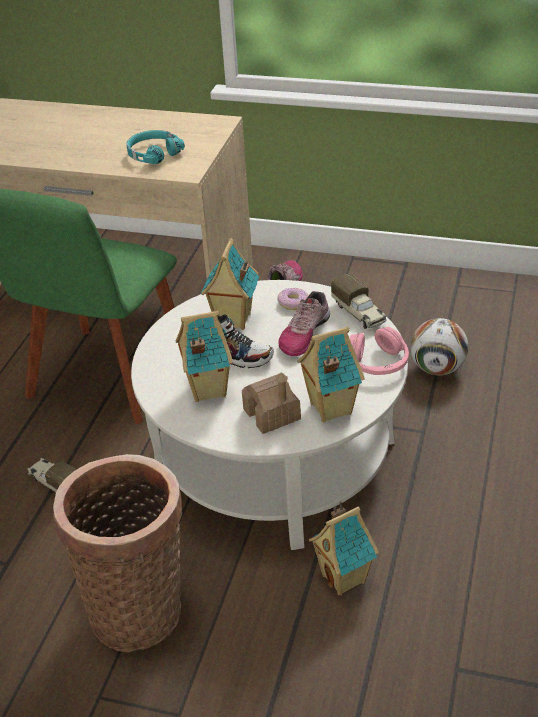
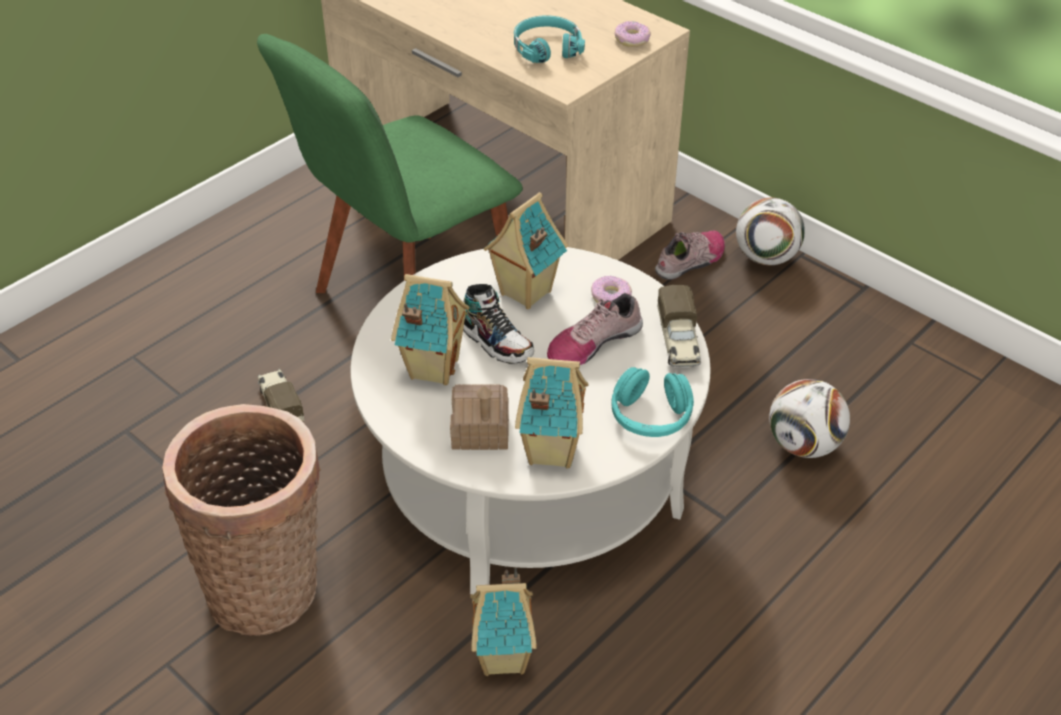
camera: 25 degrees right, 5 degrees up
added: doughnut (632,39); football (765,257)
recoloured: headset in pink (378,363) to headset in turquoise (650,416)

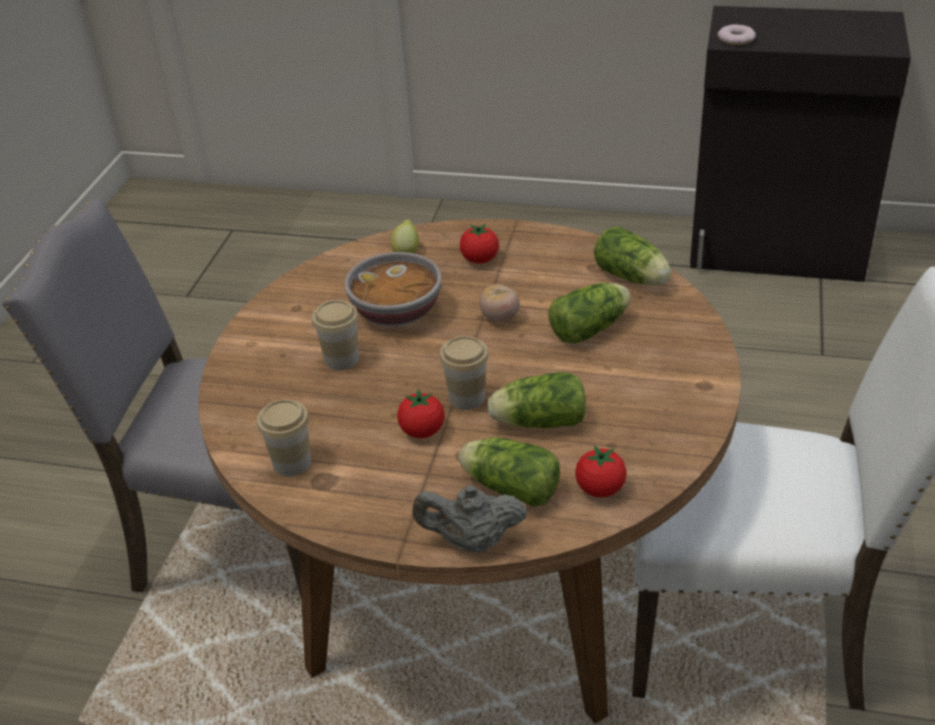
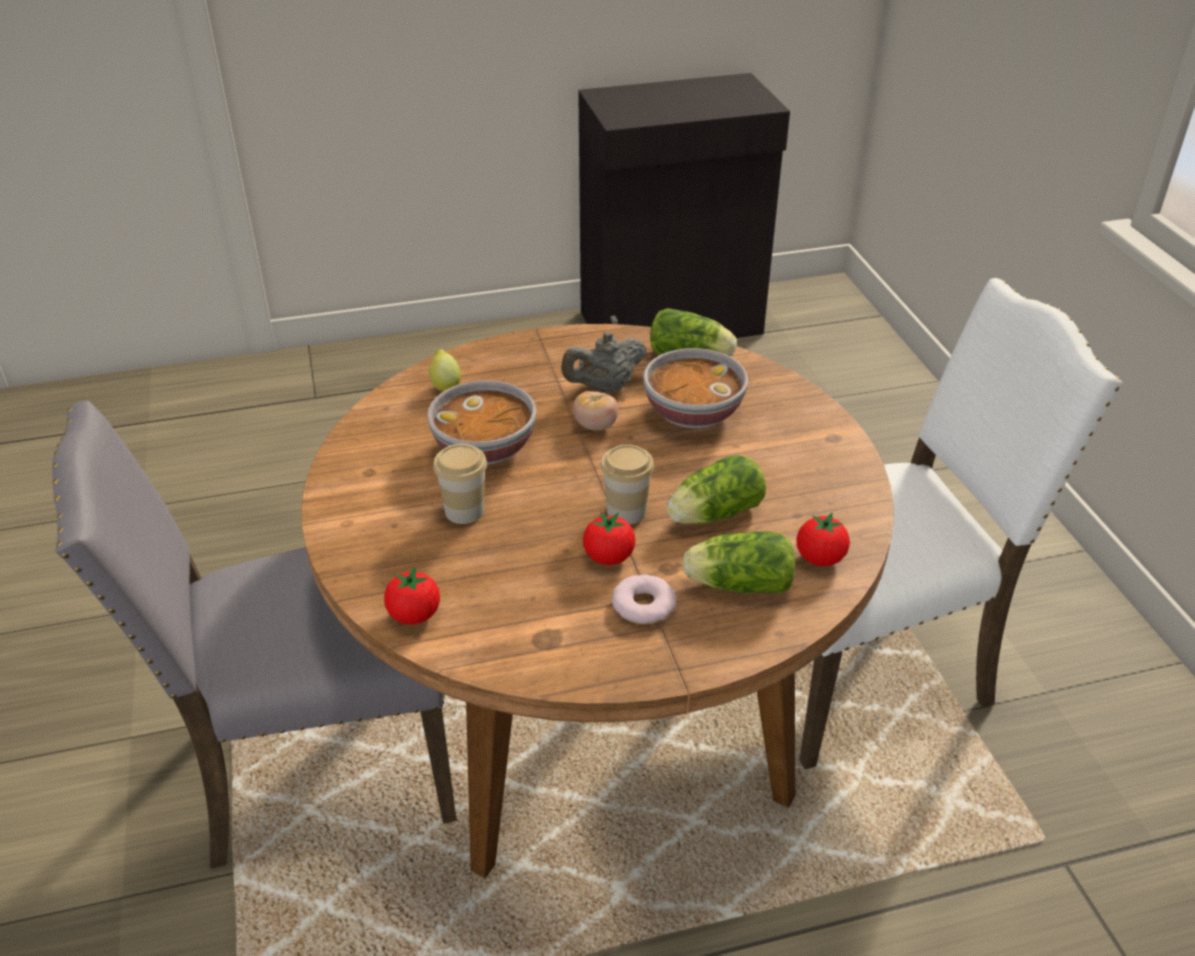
camera: 30 degrees left, 0 degrees up
removed: small cup (292,463)
moved: tea pot in greyish (471,541) to (604,387); tomato (480,259) to (414,615); doughnut (736,39) to (643,605)
replaced: lettuce head (592,328) to serving bowl (692,413)

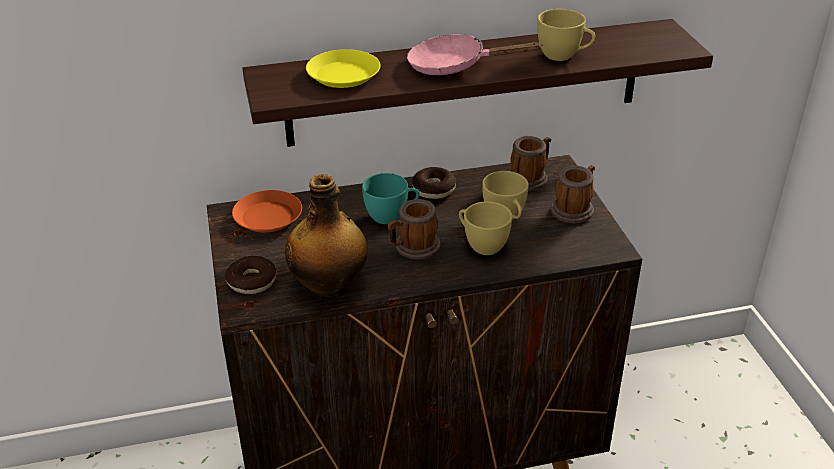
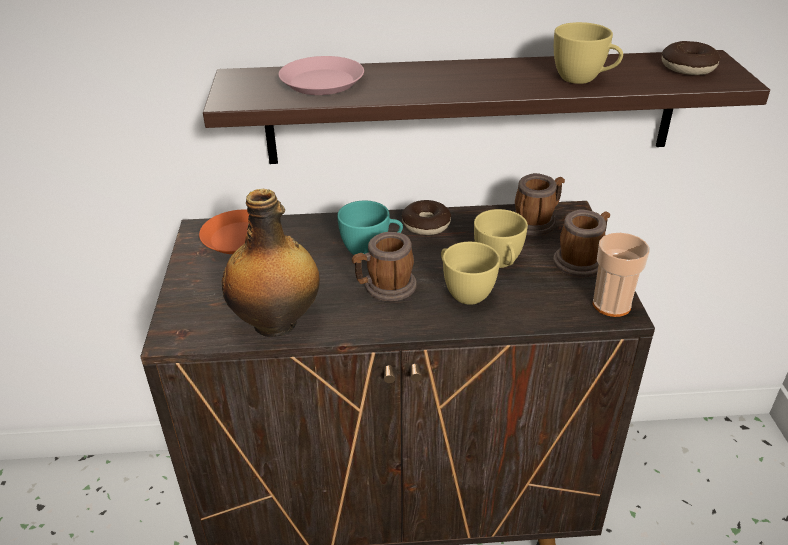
camera: 10 degrees right, 0 degrees up
removed: frying pan in pink (454,66)
added: small cup (611,305)
moved: doughnut (252,281) to (687,67)
recoloured: plate in yellow (343,74) to plate in pink (322,82)

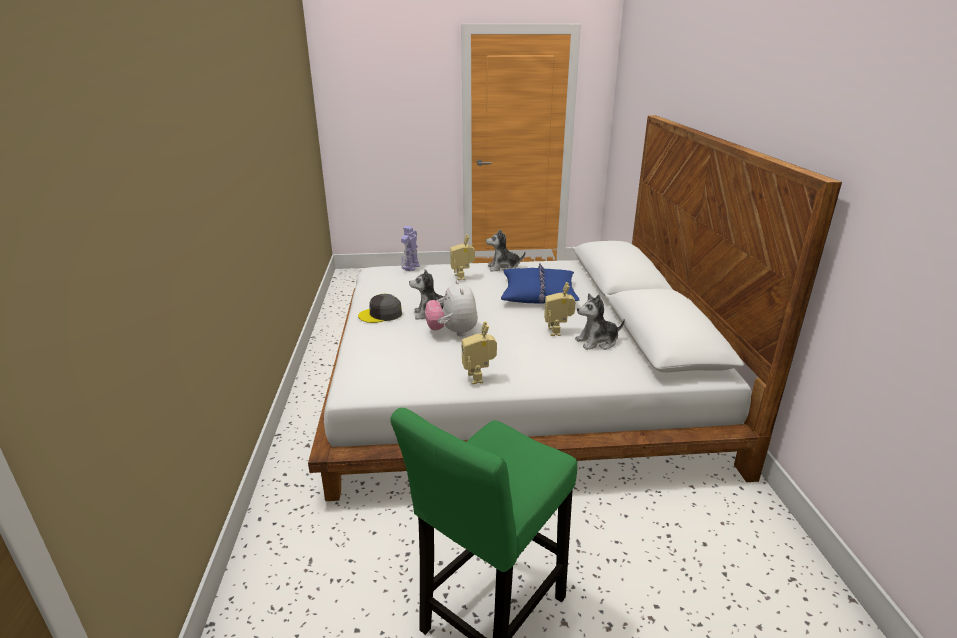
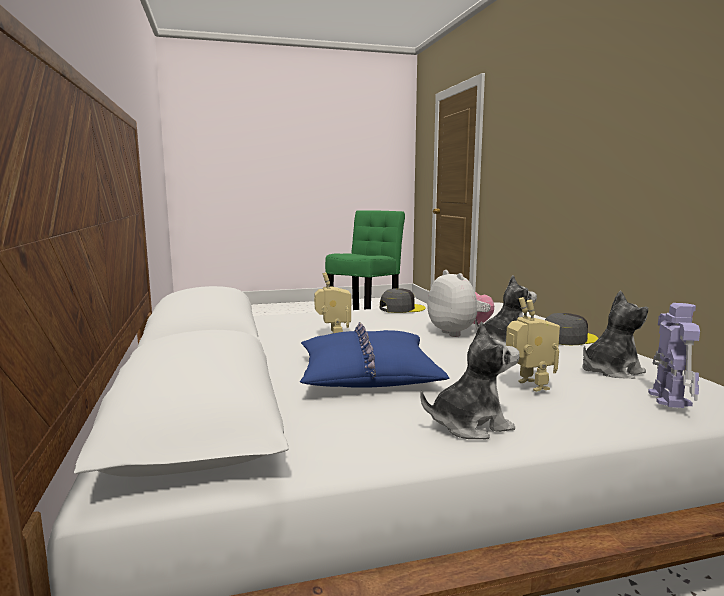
camera: 170 degrees right, 15 degrees down
moved: soft toy (597,342) to (610,372)
replaced: toy robot (479,378) to cap in greyish (401,308)

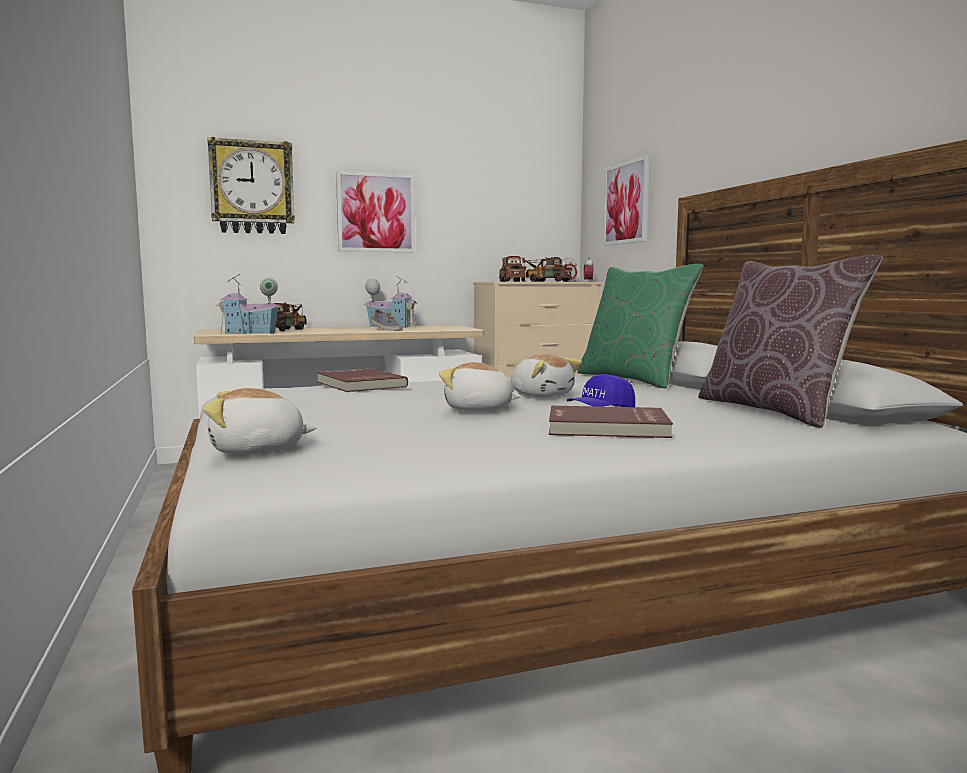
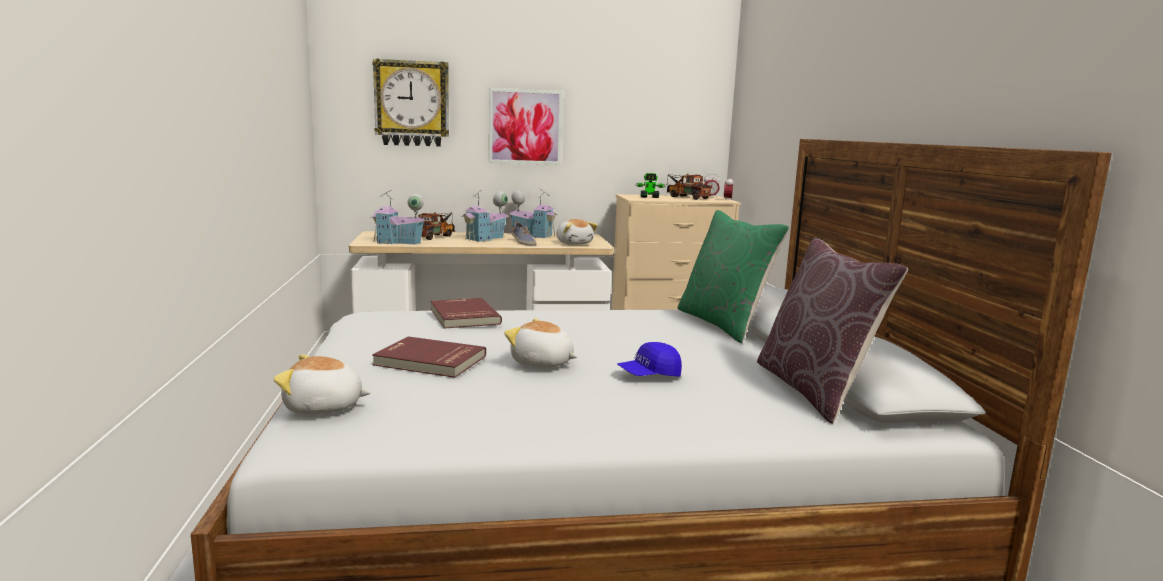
camera: 10 degrees right, 5 degrees up
removed: wall picture (626,203)
added: model house (486,238)
moved: soft toy (542,395) to (574,243); book in red (607,428) to (429,361)
replaced: toy truck (511,281) to toy robot (649,197)

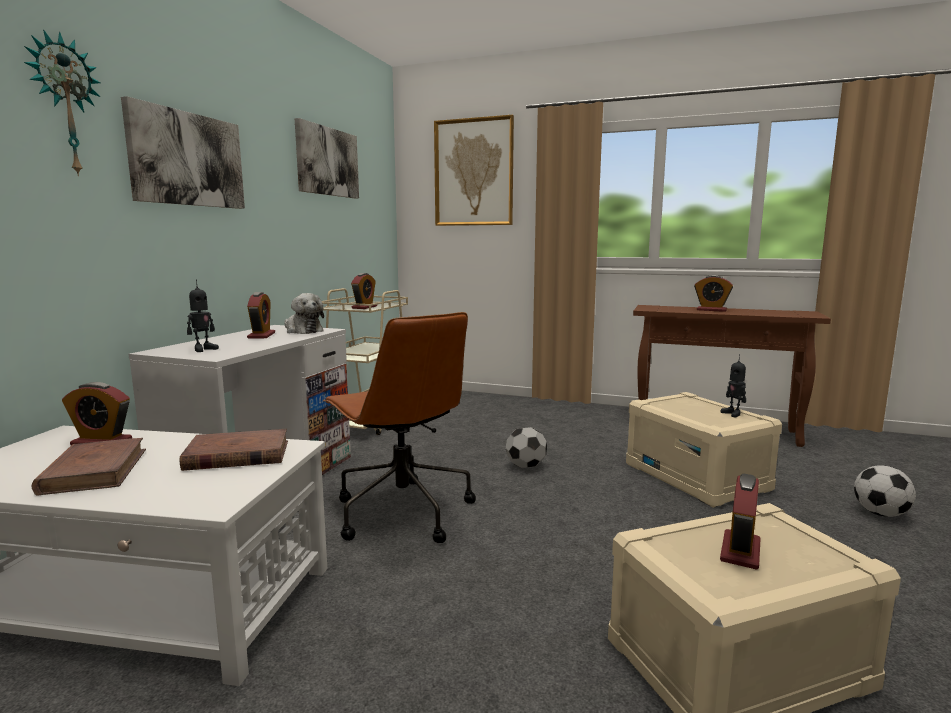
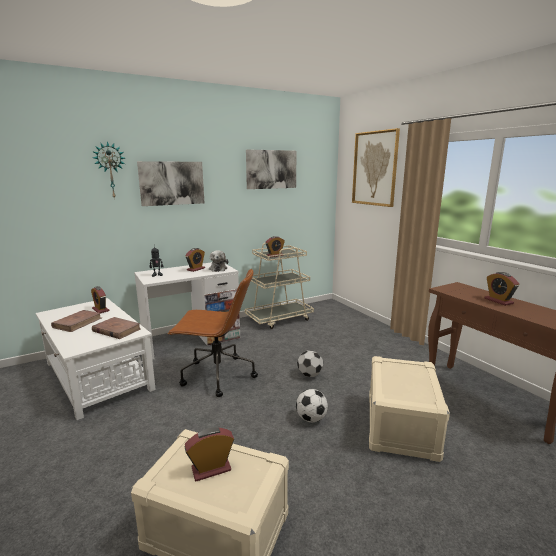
camera: 40 degrees right, 5 degrees up
removed: toy robot (733,414)
moved: football (880,513) to (311,418)
turned: desk chair in brown-coloured (401,511) = (216,375) 90 degrees counterclockwise

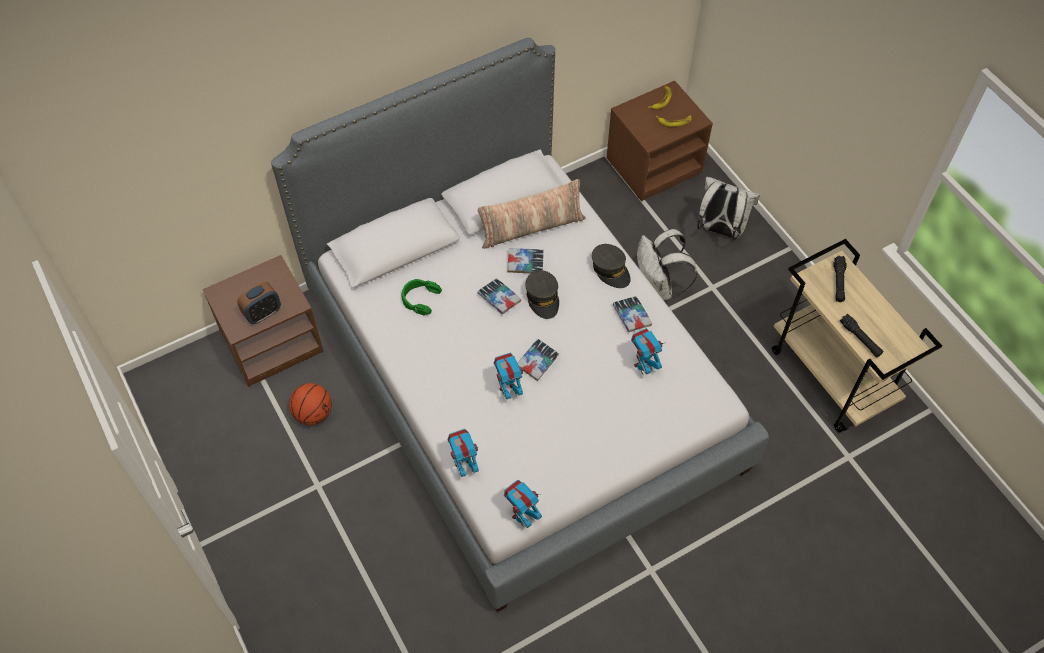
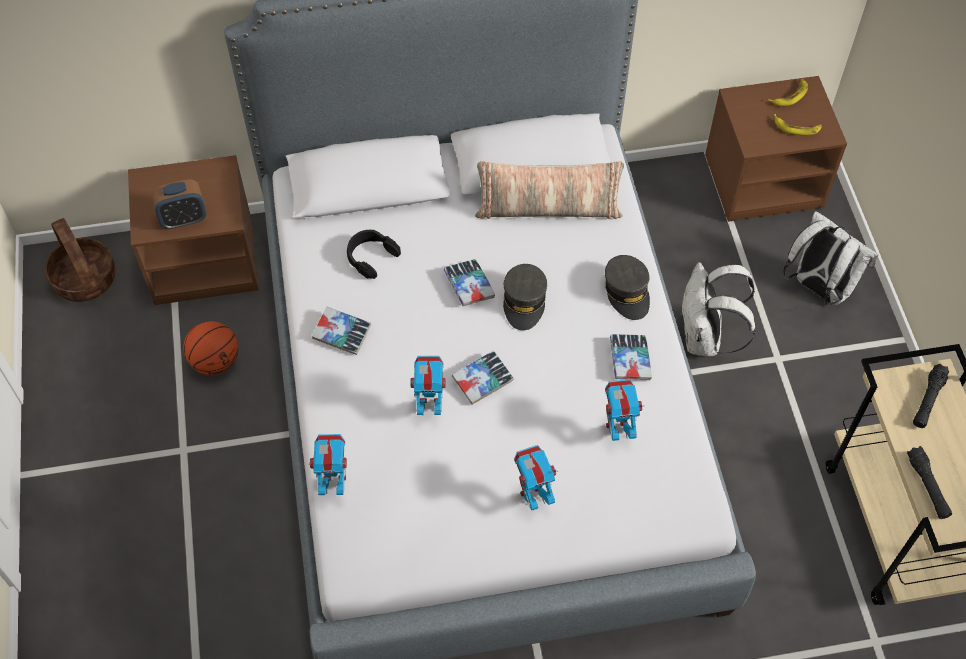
camera: 20 degrees right, 0 degrees up
added: household basket (85,279)
moved: toy robot (522,517) to (533,496); book (525,263) to (342,333)
recoloured: headset in greenish (420,299) to headset in blackish (371,257)

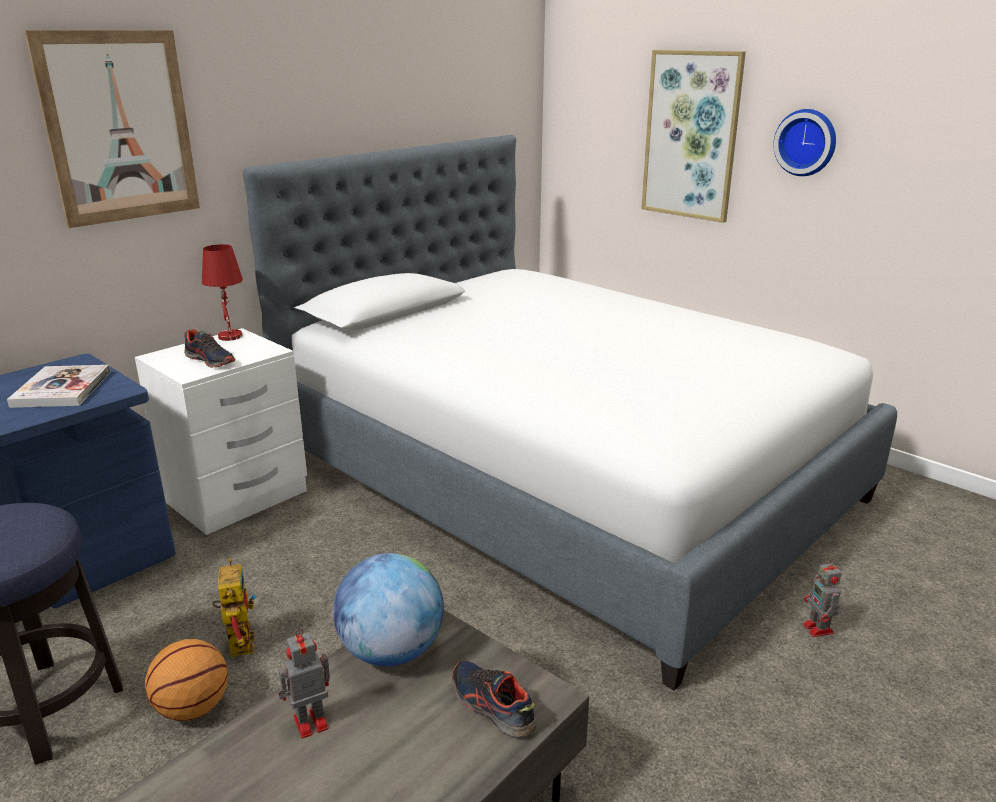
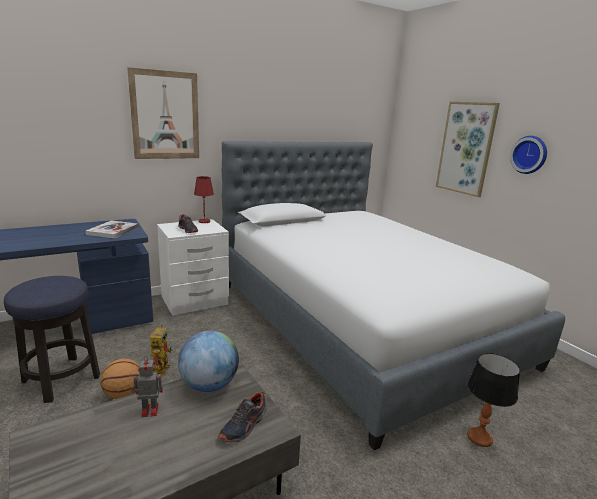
camera: 15 degrees right, 5 degrees down
replaced: toy robot (819,630) to table lamp (480,438)
turned: shoe (491,706) = (244,426) 120 degrees counterclockwise

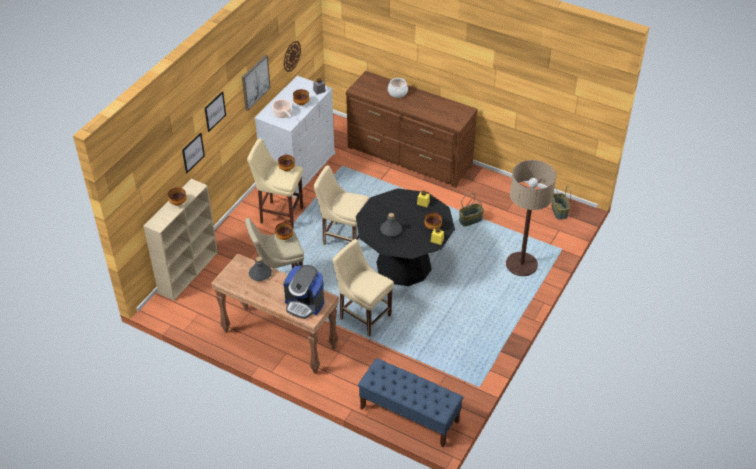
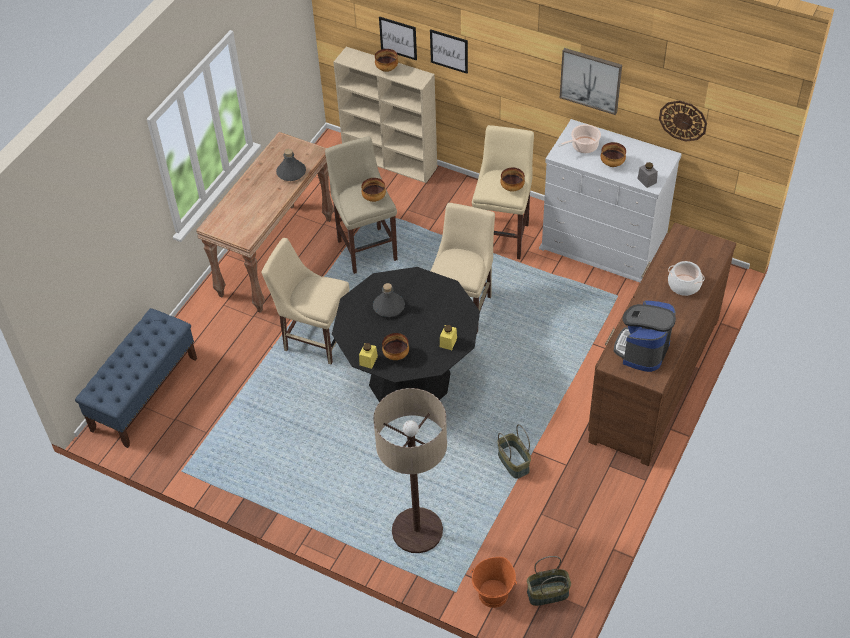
camera: 90 degrees right, 5 degrees up
added: pail in orangey (493,594)
moved: wall picture (215,111) to (398,38); coffee maker (304,304) to (642,349)
turned: upright chair in sand-coloured (363,316) = (314,338) 105 degrees counterclockwise

